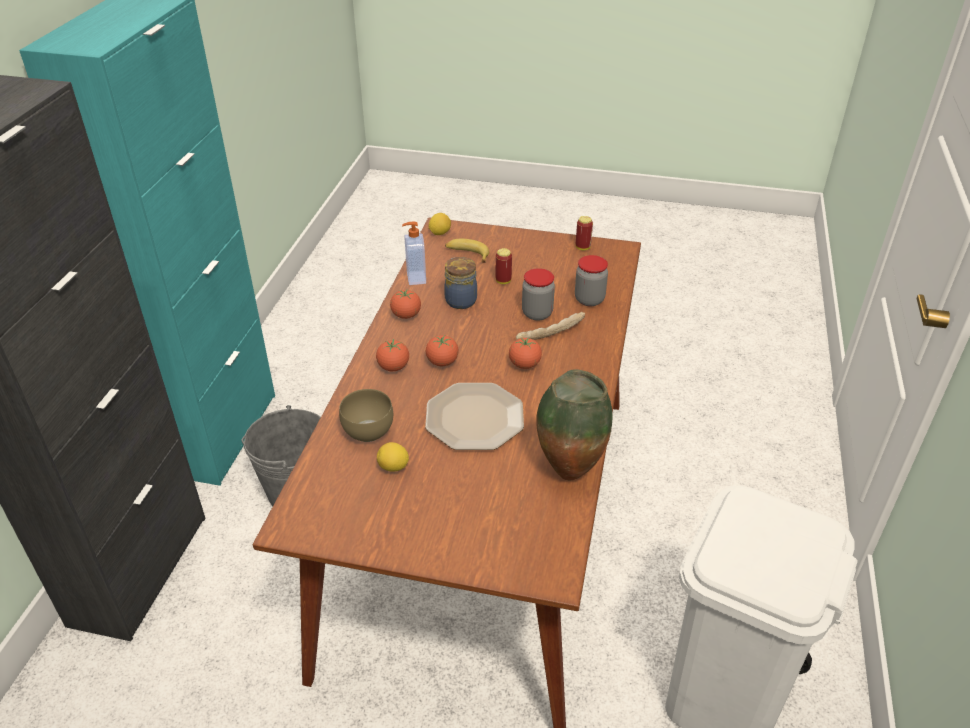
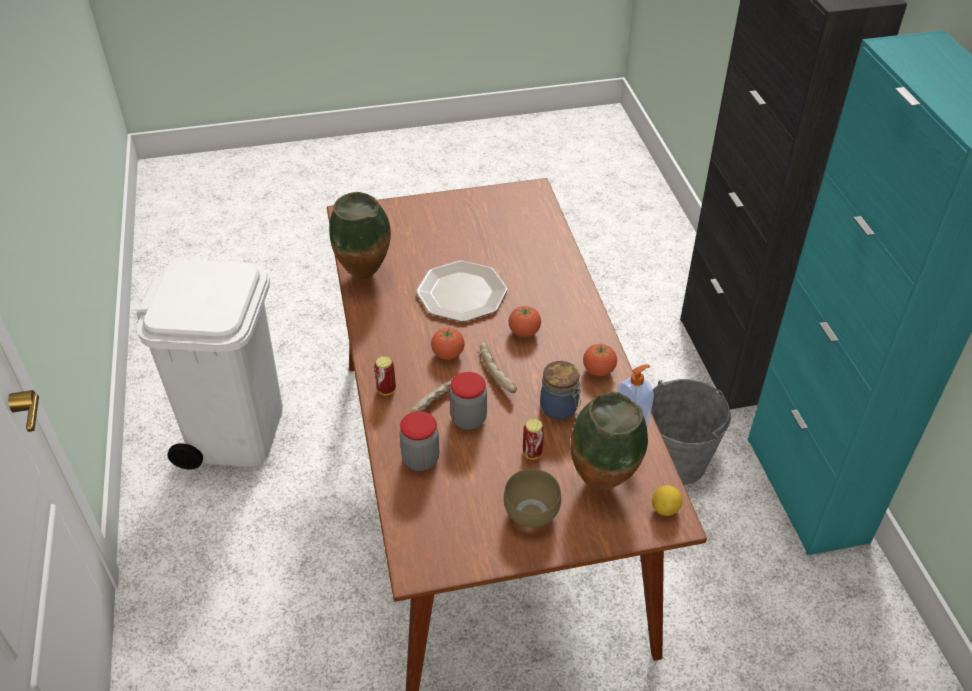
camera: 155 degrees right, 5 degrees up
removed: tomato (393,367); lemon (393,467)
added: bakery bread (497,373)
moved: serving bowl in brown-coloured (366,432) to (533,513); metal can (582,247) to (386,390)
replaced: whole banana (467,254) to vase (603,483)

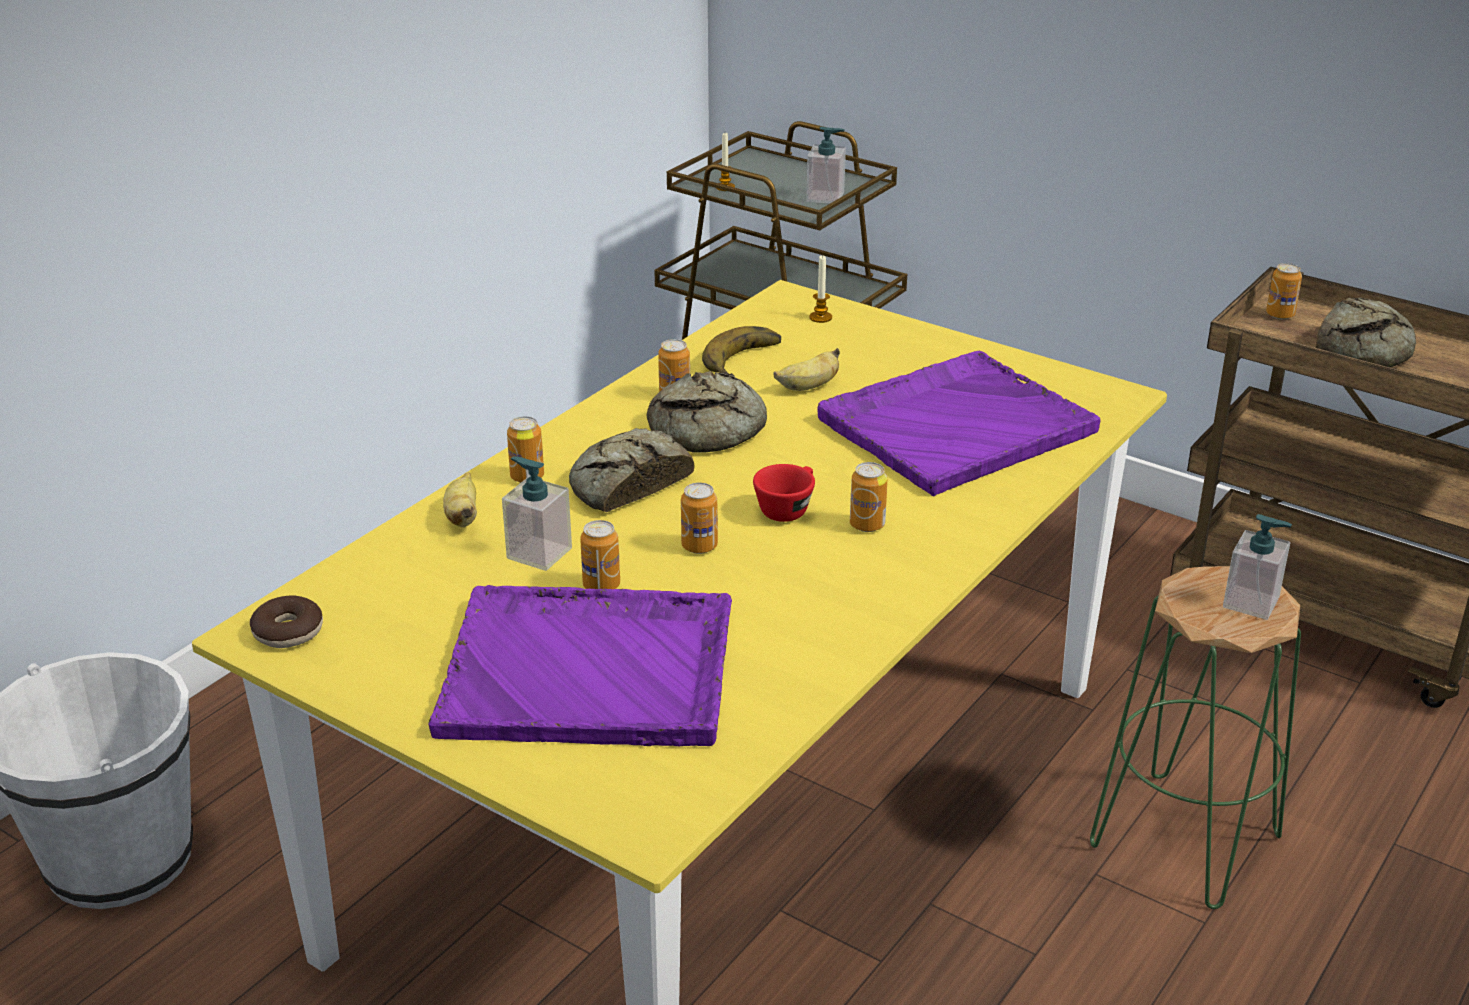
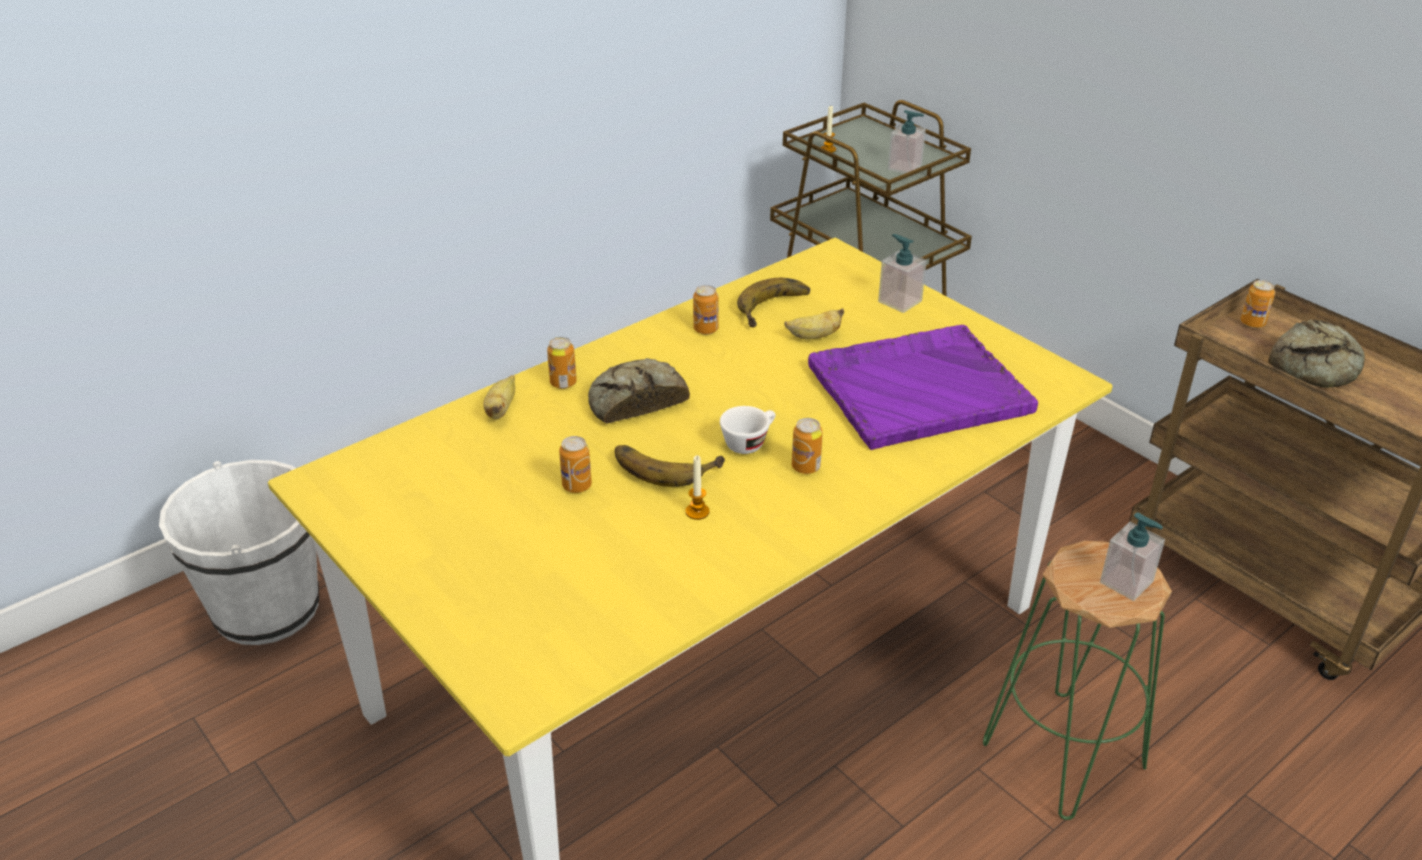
camera: 15 degrees right, 5 degrees up
removed: doughnut (288,632); serving tray in purple-coloured (591,671); bakery bread (711,428)
moved: soap bottle (539,553) to (899,301); candle (820,317) to (697,512)
replaced: metal can (699,546) to whole banana (666,464)
recoloured: small cup in red (787,508) to small cup in whitish (749,442)

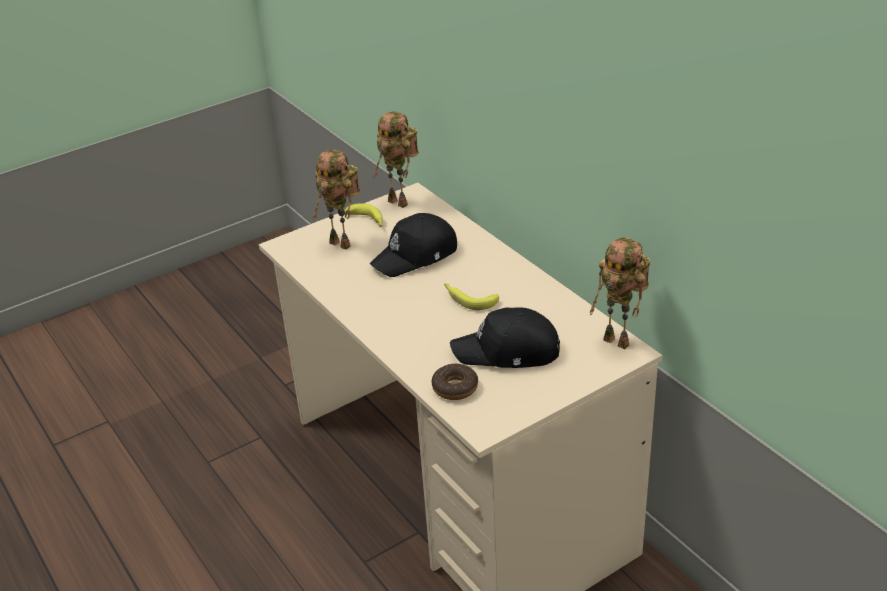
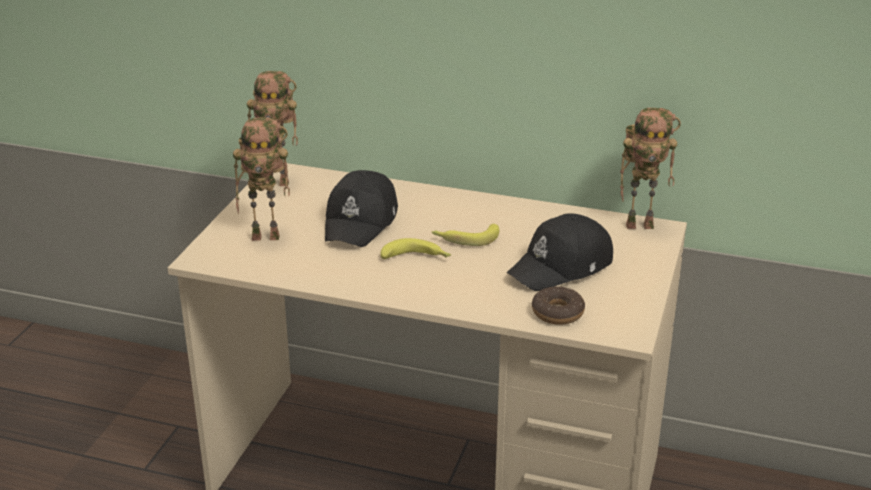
camera: 40 degrees left, 5 degrees down
moved: whole banana (367,221) to (417,258)

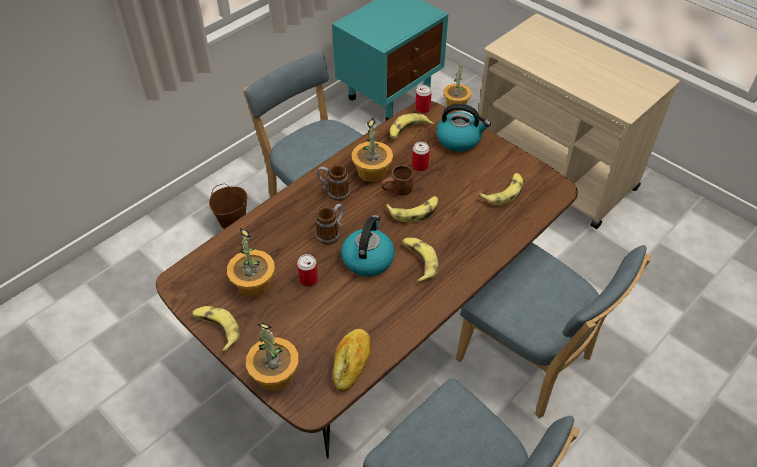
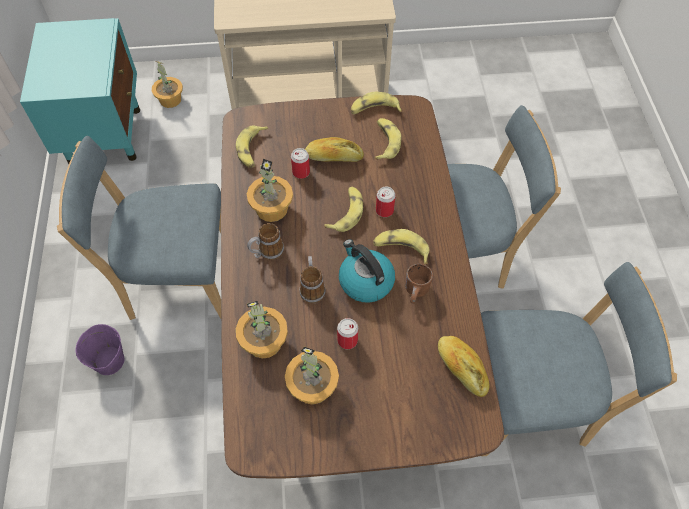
camera: 50 degrees left, 10 degrees up
removed: tea kettle (459,139)
added: bakery bread (333,157)
moved: whole banana (216,329) to (374,110); plant in a pot (274,375) to (264,342); mug in brown-coloured (398,191) to (418,292); metal can (422,109) to (384,210)
recoloured: pail in brown-coloured (232,222) to pail in purple-coloured (109,361)

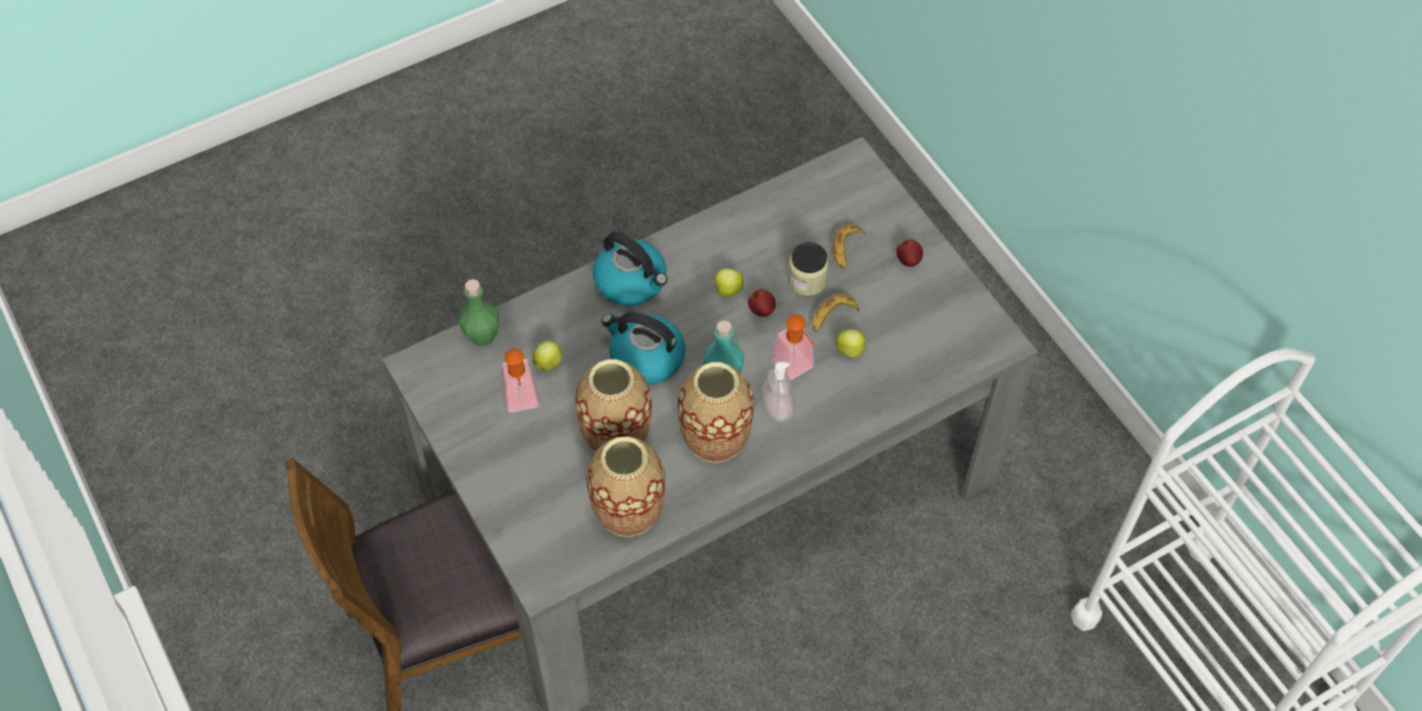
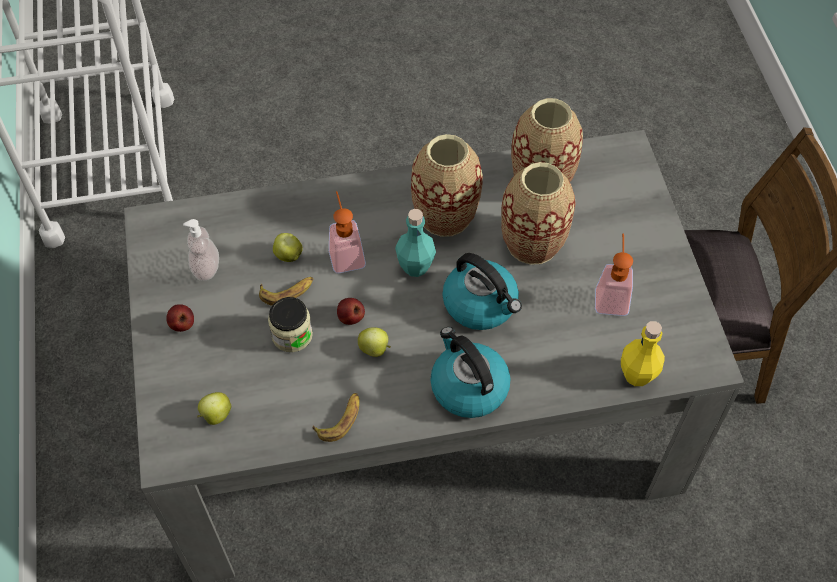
camera: 160 degrees left, 0 degrees up
moved: apple fruit (548,363) to (215,415); soap bottle (777,408) to (206,268); whole banana (846,250) to (340,419)
recoloured: beverage bottle in greenish (482,336) to beverage bottle in yellow (637,375)

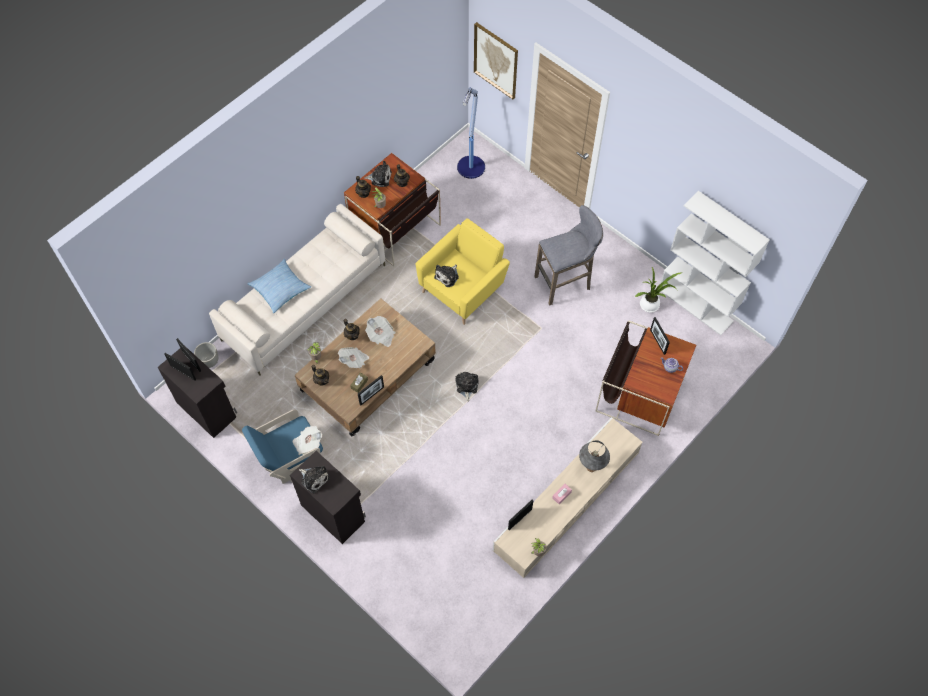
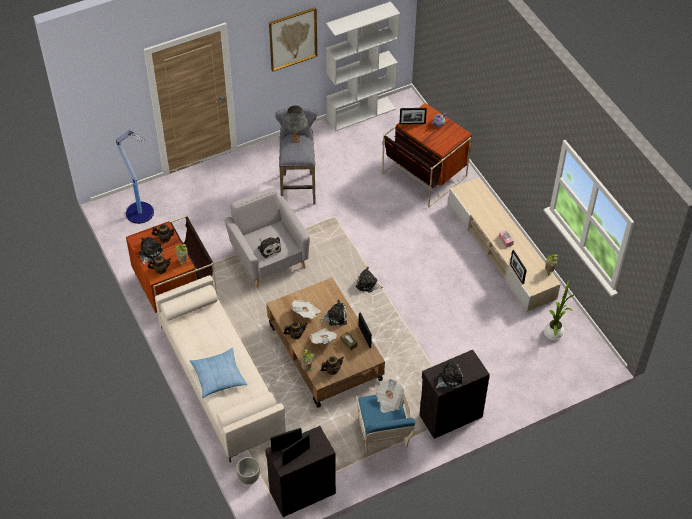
camera: 70 degrees left, 10 degrees down
added: soft toy (335,317)
moved: wall picture (496,60) to (293,38); table lamp in greyish (591,467) to (296,140); plant in a pot (651,305) to (554,332)
recoloured: armchair in yellow (463,289) to armchair in greyish (268,257)

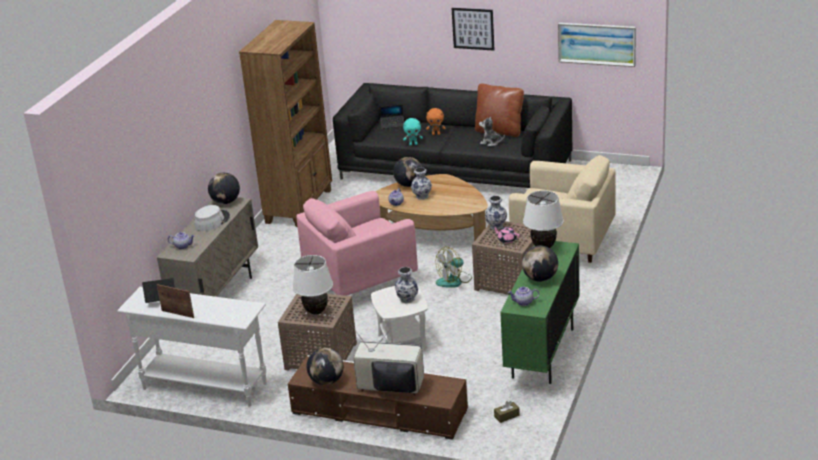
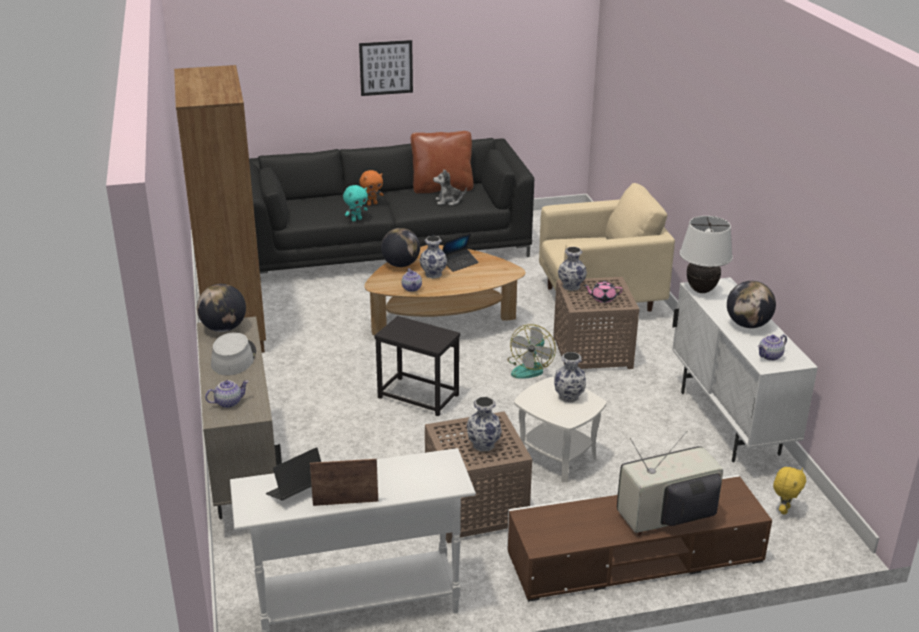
camera: 35 degrees left, 0 degrees up
removed: world globe (327,381); wall picture (597,44)
moved: laptop (392,124) to (459,263)
replaced: table lamp in whitish (316,311) to vase (484,444); armchair in pink (361,280) to side table in blackish (417,396); tissue box in brown-coloured (506,416) to soft toy in yellow (784,510)
recoloured: storage cabinet in greenish (543,354) to storage cabinet in whitish (729,423)

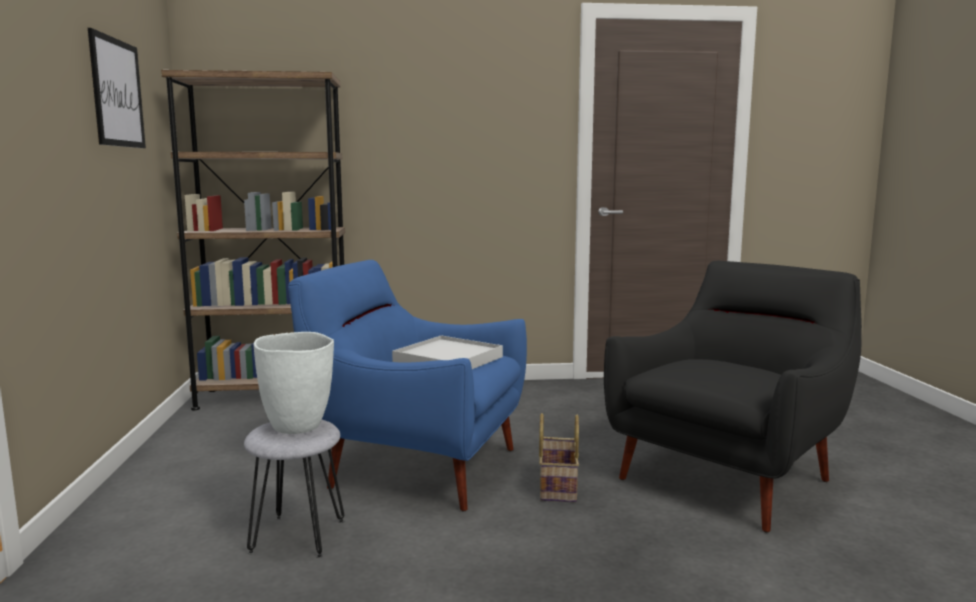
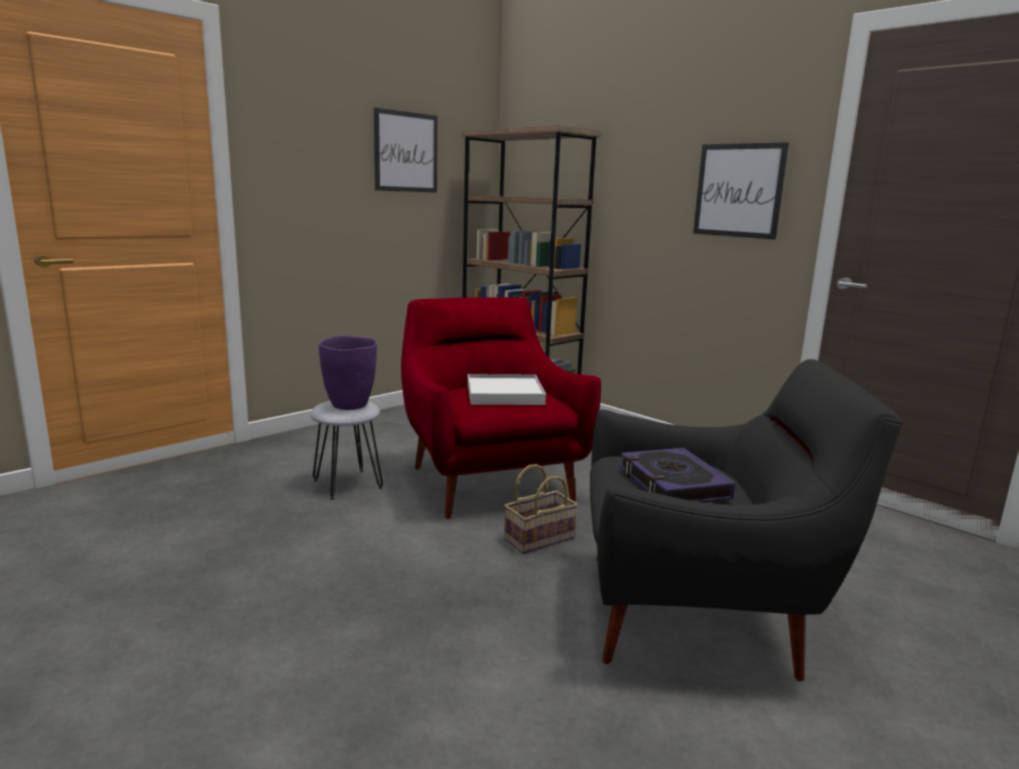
camera: 50 degrees right, 5 degrees up
added: book (672,484); wall picture (738,190)
recoloured: vase in whitish (298,426) to vase in purple-coloured (350,405); armchair in bluish (416,466) to armchair in red (488,480)

